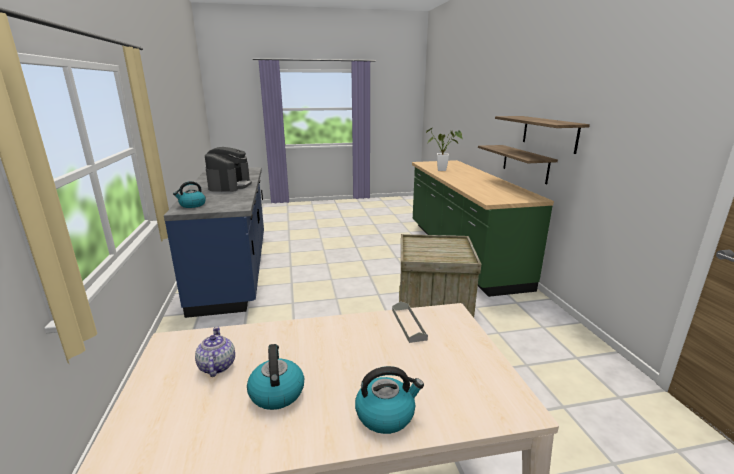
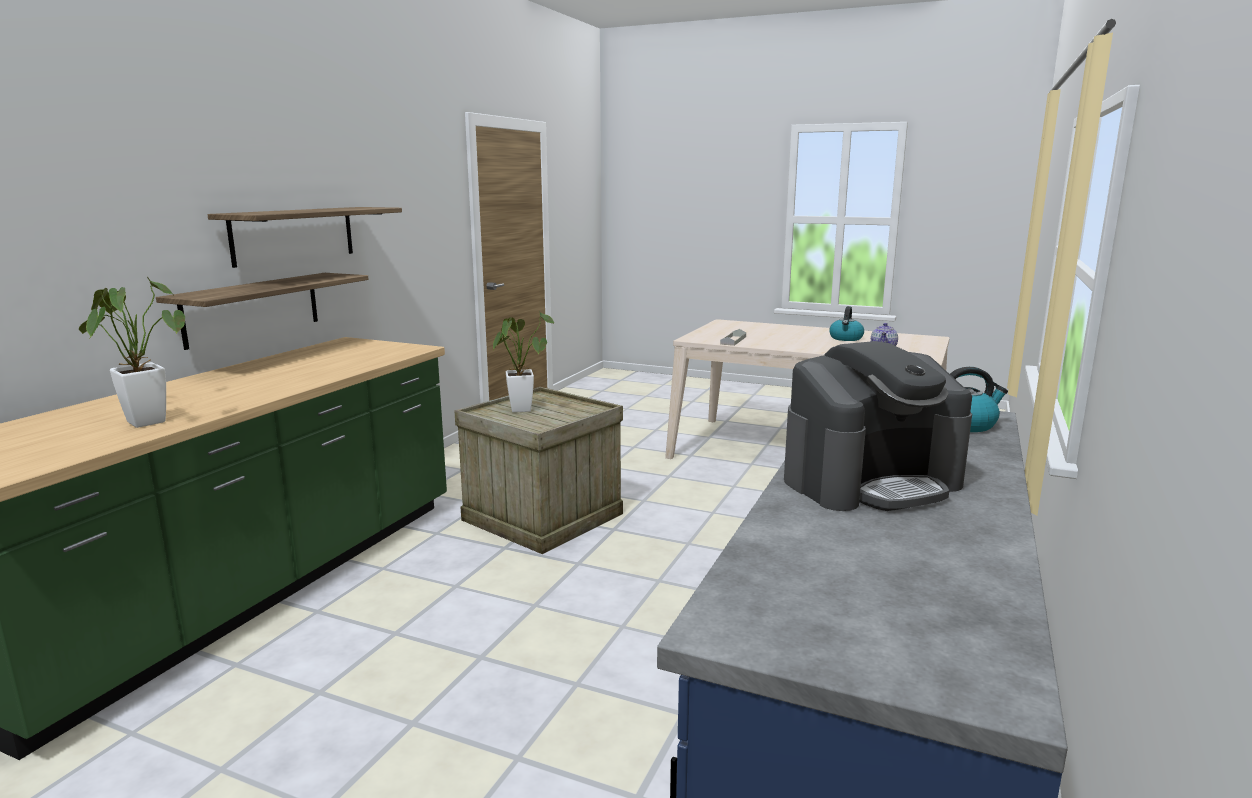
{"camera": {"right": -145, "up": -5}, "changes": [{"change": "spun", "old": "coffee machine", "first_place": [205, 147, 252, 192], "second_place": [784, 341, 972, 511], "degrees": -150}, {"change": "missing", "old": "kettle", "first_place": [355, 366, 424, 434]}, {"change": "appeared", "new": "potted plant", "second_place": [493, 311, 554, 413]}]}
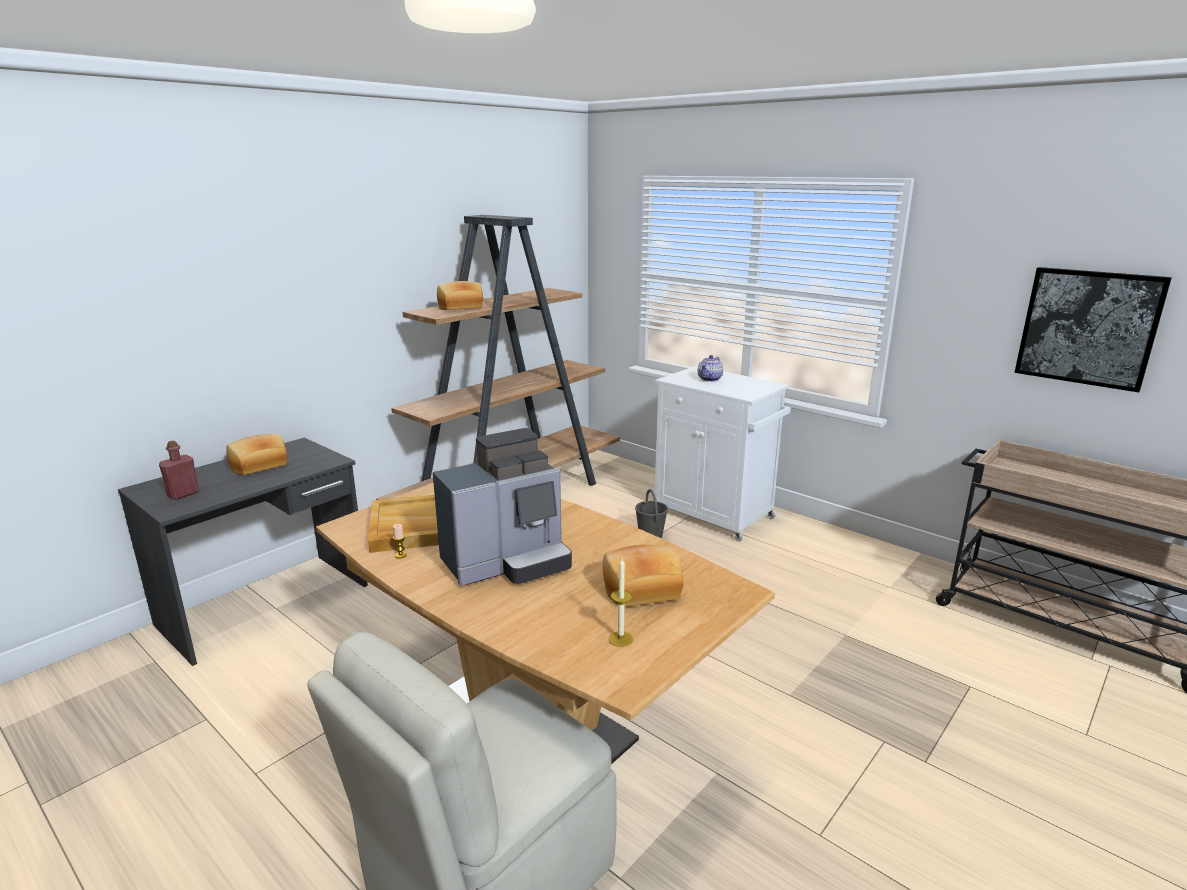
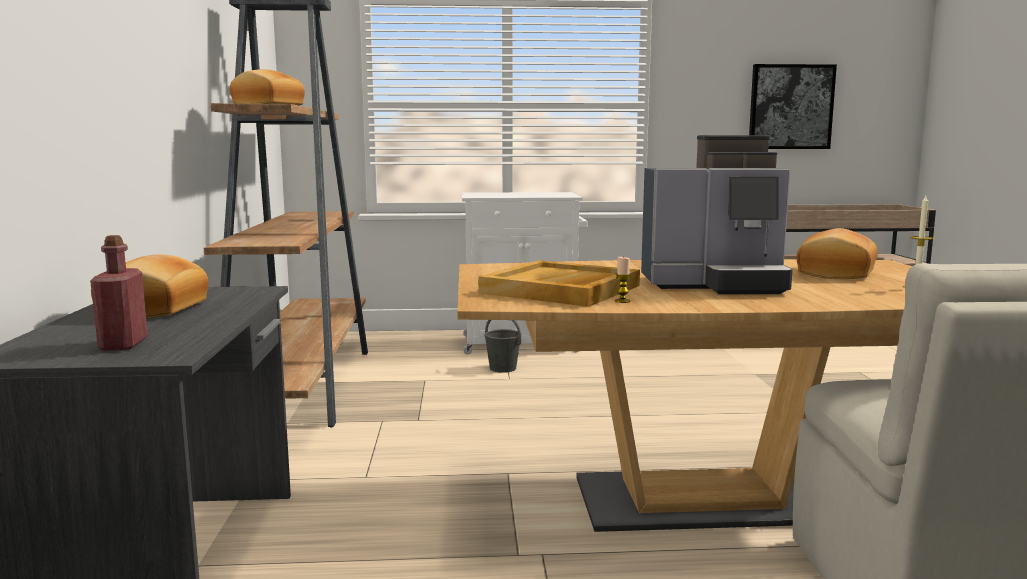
{"camera": {"right": -45, "up": -10}, "changes": [{"change": "spun", "old": "coffee machine", "first_place": [433, 428, 572, 586], "second_place": [641, 135, 793, 294], "degrees": 75}, {"change": "missing", "old": "teapot", "first_place": [698, 355, 723, 382]}]}
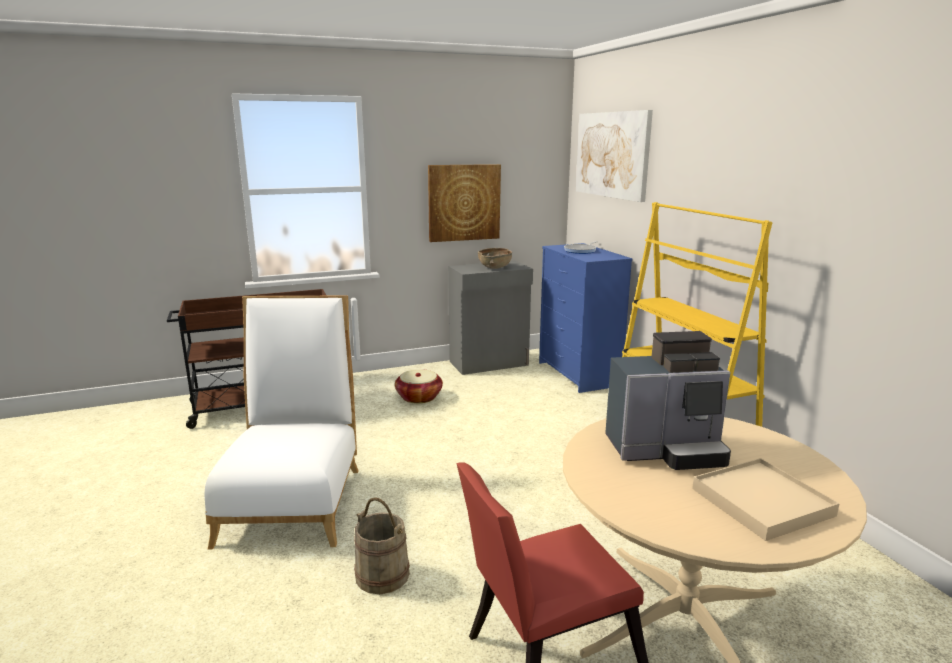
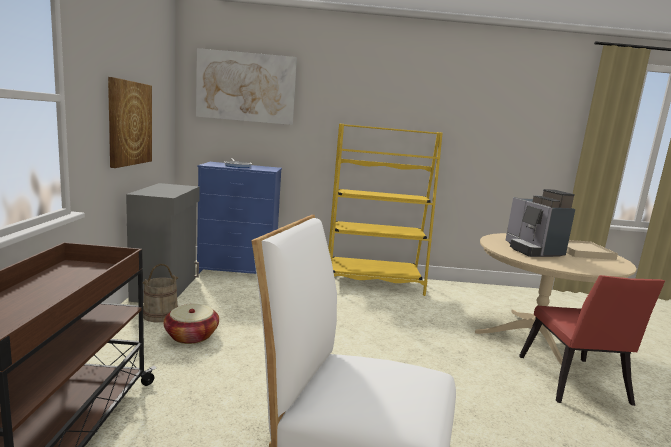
{"camera": {"right": -70, "up": -5}, "changes": [{"change": "relocated", "old": "beige bucket", "first_place": [354, 497, 410, 594], "second_place": [143, 264, 178, 322]}, {"change": "missing", "old": "brown bowl", "first_place": [478, 248, 512, 269]}, {"change": "spun", "old": "coffee machine", "first_place": [605, 331, 731, 470], "second_place": [505, 189, 575, 257], "degrees": 150}]}
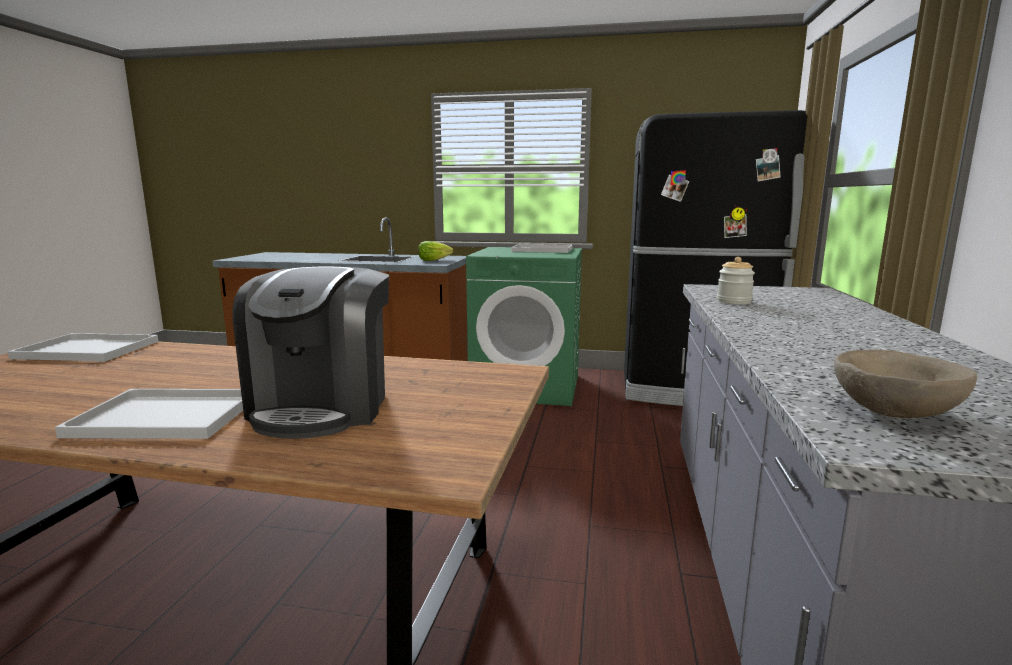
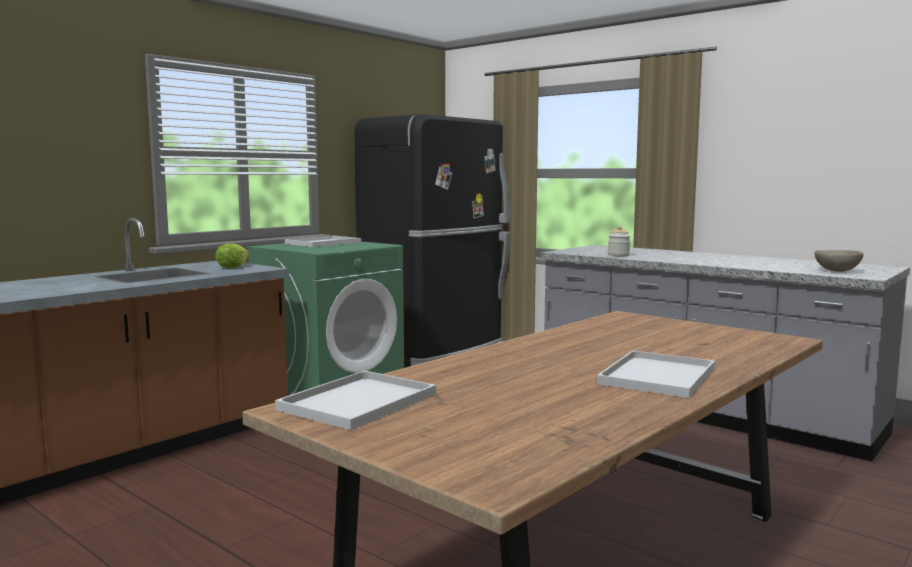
{"camera": {"right": -60, "up": -5}, "changes": [{"change": "missing", "old": "coffee machine", "first_place": [232, 267, 389, 439]}]}
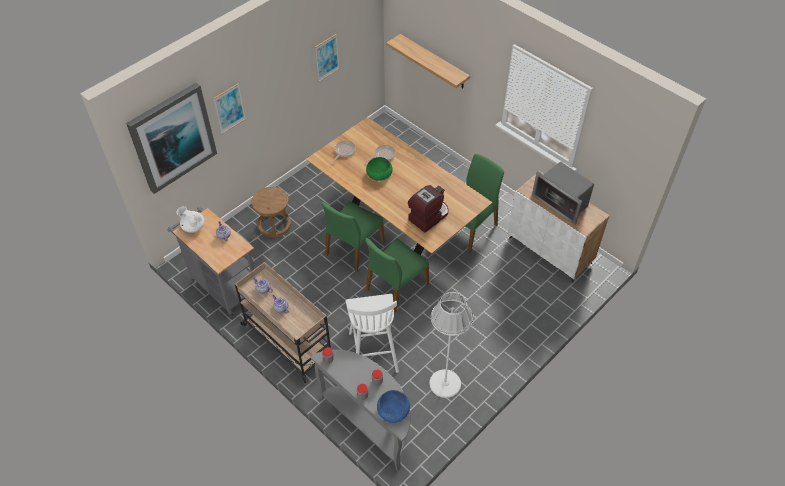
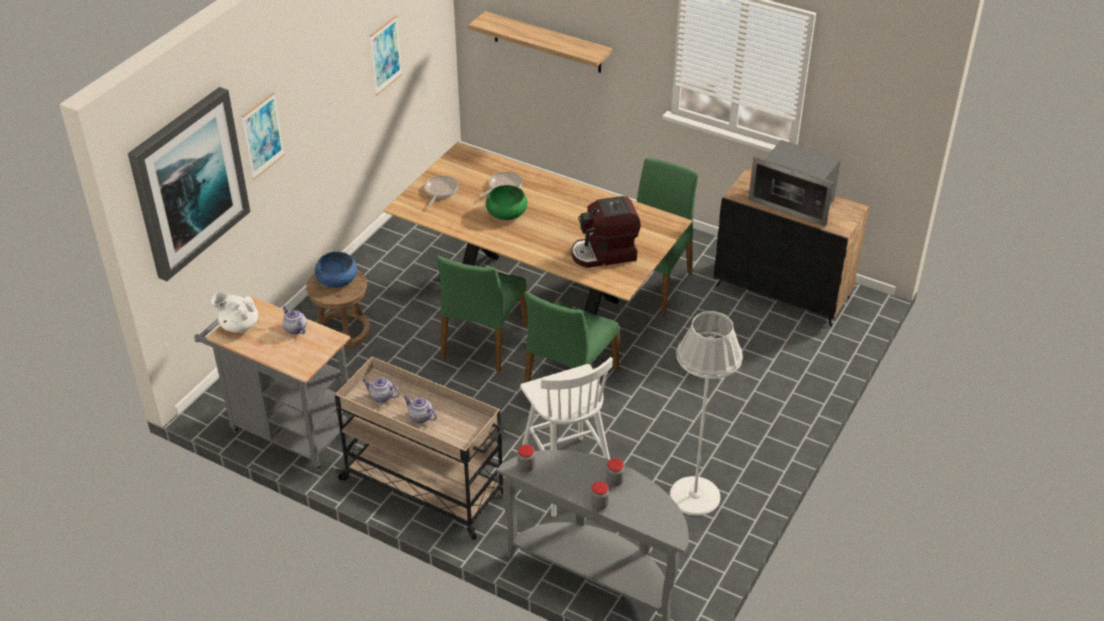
{"camera": {"right": -15, "up": -10}, "changes": [{"change": "relocated", "old": "blue bowl", "first_place": [377, 390, 410, 423], "second_place": [315, 252, 357, 288]}, {"change": "spun", "old": "coffee machine", "first_place": [408, 185, 448, 233], "second_place": [571, 196, 641, 268], "degrees": -135}, {"change": "colour", "old": "white cabinet", "new": "black cabinet", "first_place": [508, 171, 609, 282], "second_place": [714, 168, 869, 327]}]}
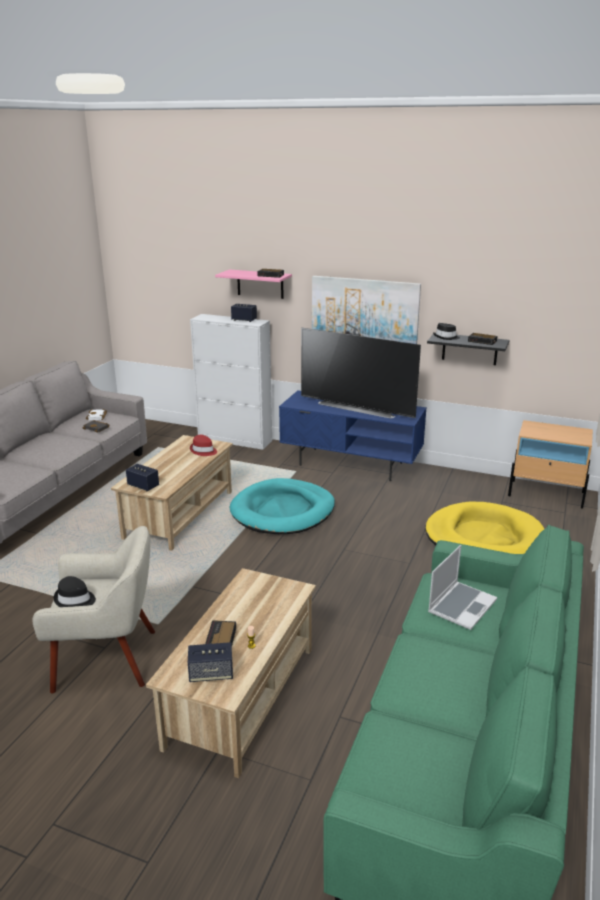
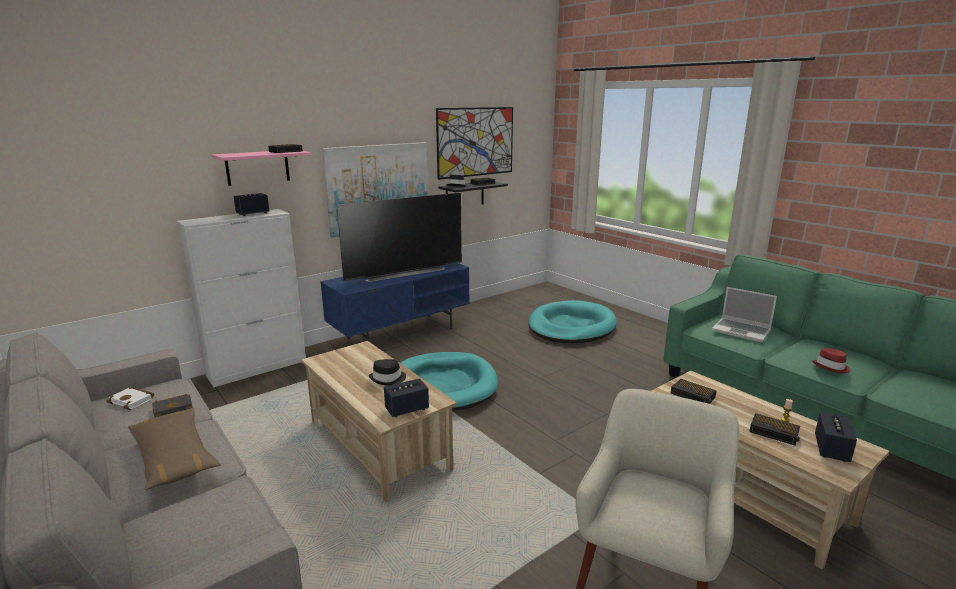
{"camera": {"right": -60, "up": -5}, "changes": [{"change": "relocated", "old": "black hat", "first_place": [54, 576, 96, 607], "second_place": [369, 359, 406, 385]}, {"change": "relocated", "old": "red hat", "first_place": [190, 435, 217, 456], "second_place": [812, 348, 850, 373]}, {"change": "colour", "old": "yellow dog bed", "new": "turquoise dog bed", "first_place": [425, 502, 544, 554], "second_place": [528, 300, 617, 343]}, {"change": "spun", "old": "laptop", "first_place": [428, 545, 497, 630], "second_place": [712, 287, 777, 342], "degrees": 150}, {"change": "missing", "old": "beige nightstand", "first_place": [508, 420, 593, 509]}, {"change": "appeared", "new": "brown pillow", "second_place": [128, 407, 221, 490]}, {"change": "appeared", "new": "picture", "second_place": [436, 107, 513, 180]}, {"change": "appeared", "new": "alarm clock", "second_place": [671, 379, 716, 404]}]}
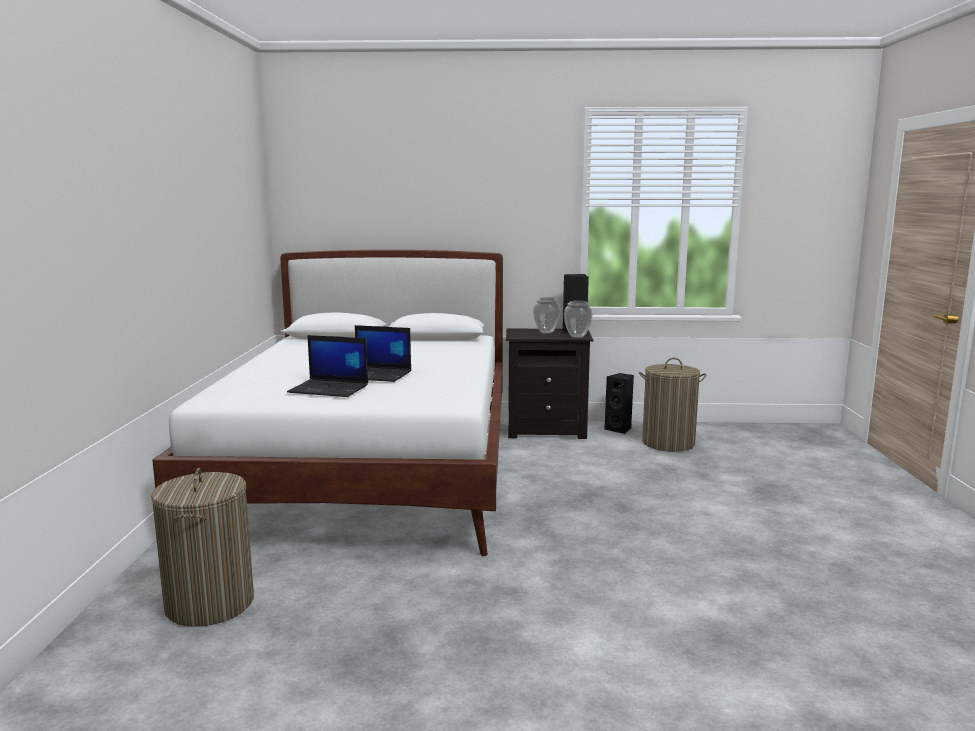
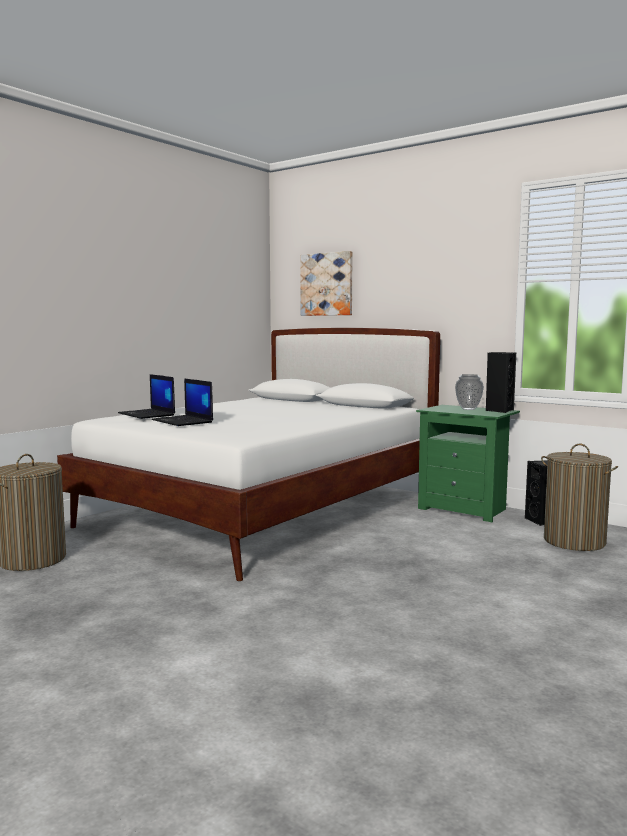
{"camera": {"right": 35, "up": -5}, "changes": [{"change": "relocated", "old": "laptop", "first_place": [355, 325, 411, 382], "second_place": [118, 374, 175, 419]}, {"change": "colour", "old": "black nightstand", "new": "green nightstand", "first_place": [506, 329, 593, 439], "second_place": [416, 405, 520, 522]}, {"change": "missing", "old": "vase", "first_place": [564, 300, 592, 338]}, {"change": "appeared", "new": "picture", "second_place": [300, 251, 353, 316]}]}
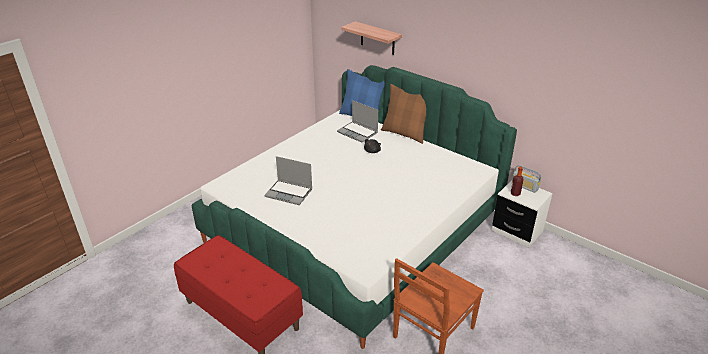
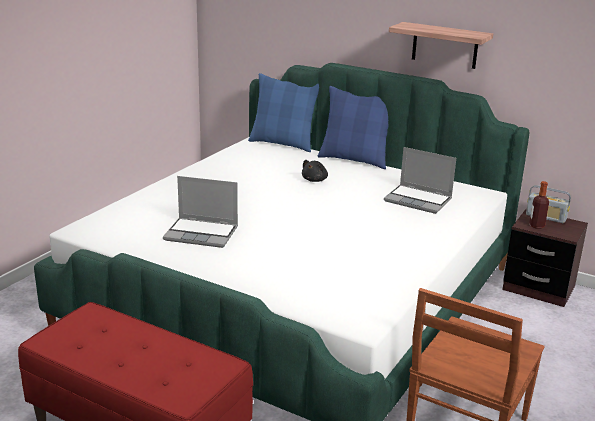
{"camera": {"right": -10, "up": -10}, "changes": [{"change": "relocated", "old": "laptop", "first_place": [337, 100, 378, 142], "second_place": [384, 147, 456, 214]}, {"change": "relocated", "old": "shelf", "first_place": [341, 21, 402, 55], "second_place": [389, 22, 493, 69]}, {"change": "colour", "old": "brown pillow", "new": "blue pillow", "first_place": [381, 84, 426, 144], "second_place": [318, 86, 389, 169]}, {"change": "colour", "old": "white nightstand", "new": "brown nightstand", "first_place": [492, 180, 553, 247], "second_place": [502, 209, 588, 307]}]}
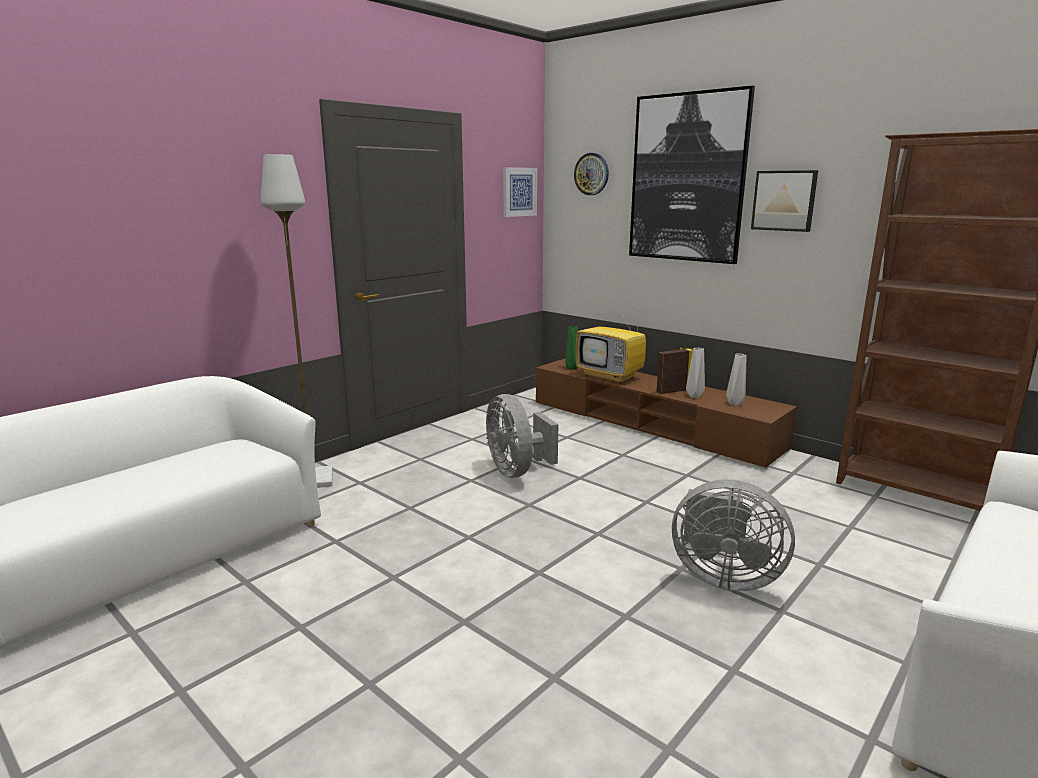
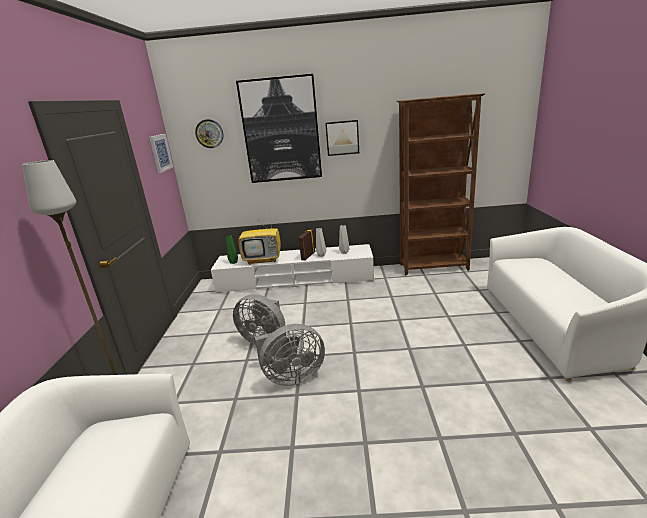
{"camera": {"right": -40, "up": 5}, "changes": [{"change": "colour", "old": "brown tv stand", "new": "white tv stand", "first_place": [536, 358, 797, 469], "second_place": [211, 244, 374, 293]}, {"change": "relocated", "old": "grey fan", "first_place": [672, 479, 795, 591], "second_place": [255, 324, 325, 386]}]}
